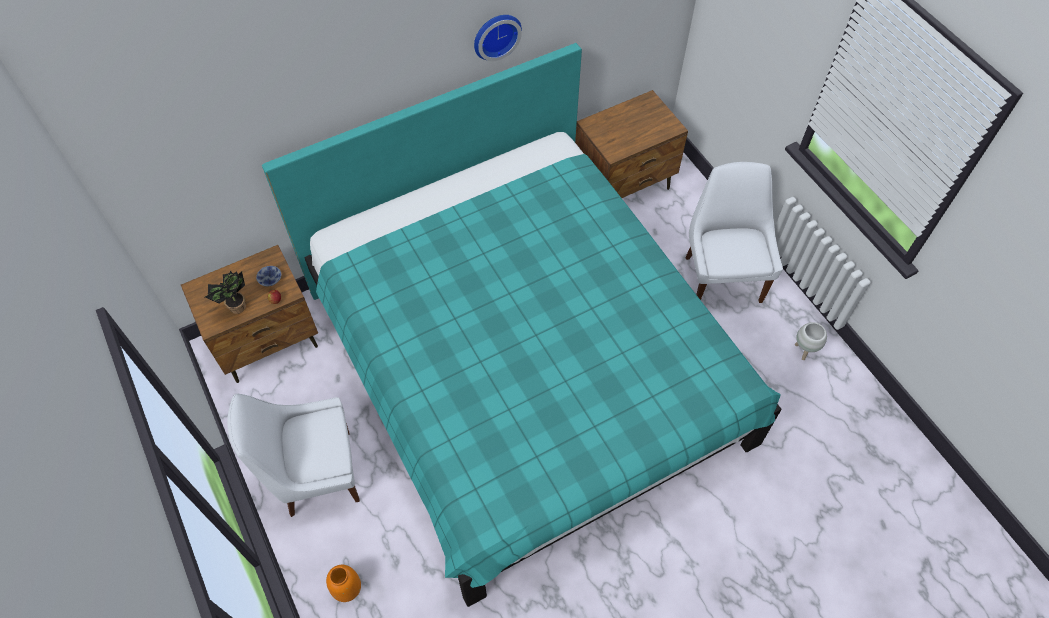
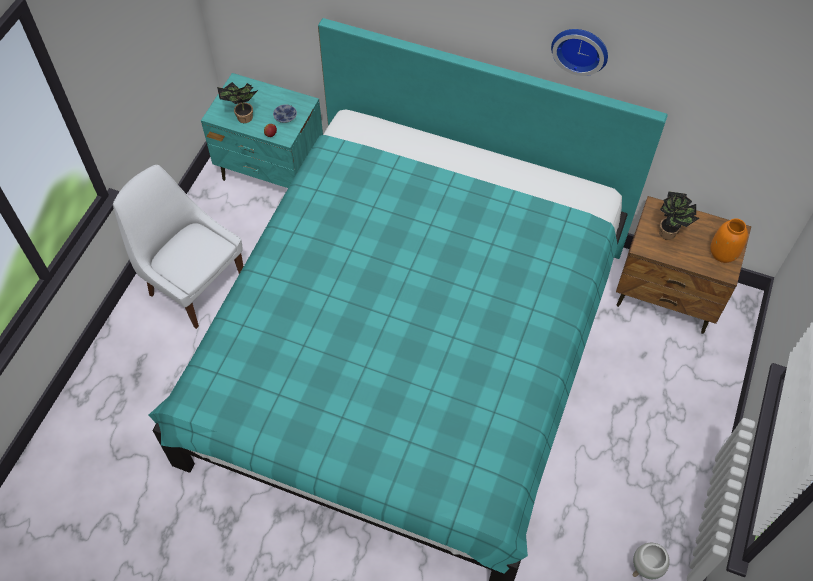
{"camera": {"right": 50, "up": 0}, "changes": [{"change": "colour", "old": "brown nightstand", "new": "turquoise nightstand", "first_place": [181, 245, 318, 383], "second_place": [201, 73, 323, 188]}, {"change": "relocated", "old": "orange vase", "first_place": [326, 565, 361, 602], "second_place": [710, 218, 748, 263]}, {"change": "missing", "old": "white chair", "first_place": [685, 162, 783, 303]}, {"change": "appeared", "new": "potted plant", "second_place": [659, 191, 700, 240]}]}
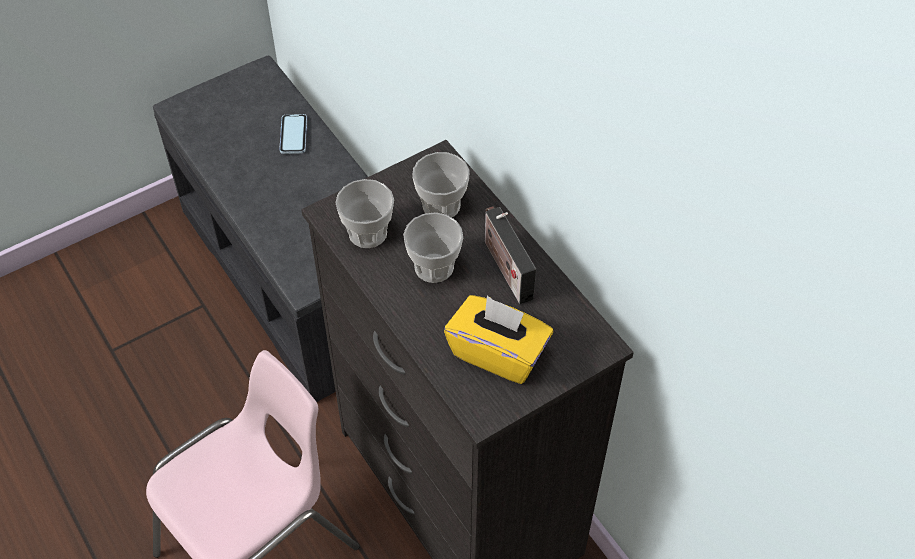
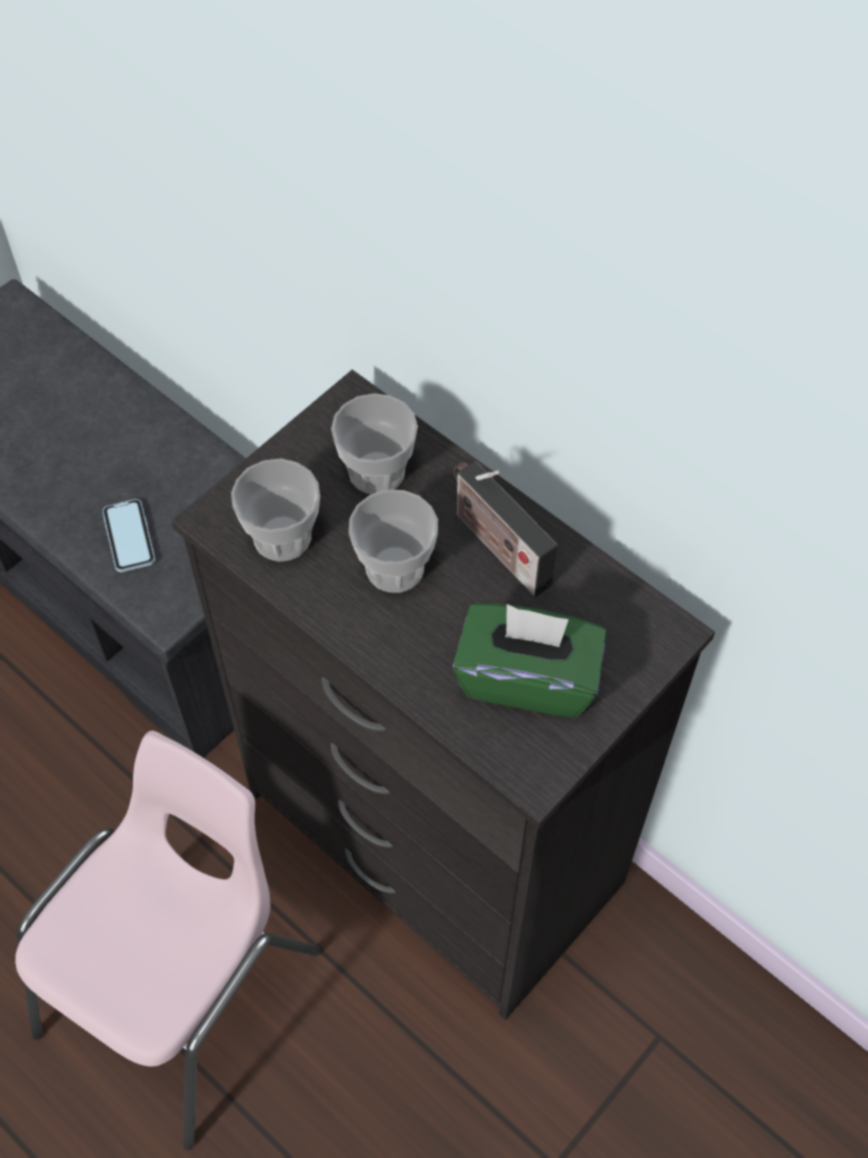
{"camera": {"right": -15, "up": 5}, "changes": [{"change": "relocated", "old": "phone", "first_place": [279, 114, 307, 154], "second_place": [102, 499, 155, 572]}, {"change": "colour", "old": "yellow tissue box", "new": "green tissue box", "first_place": [444, 295, 553, 384], "second_place": [452, 603, 607, 718]}]}
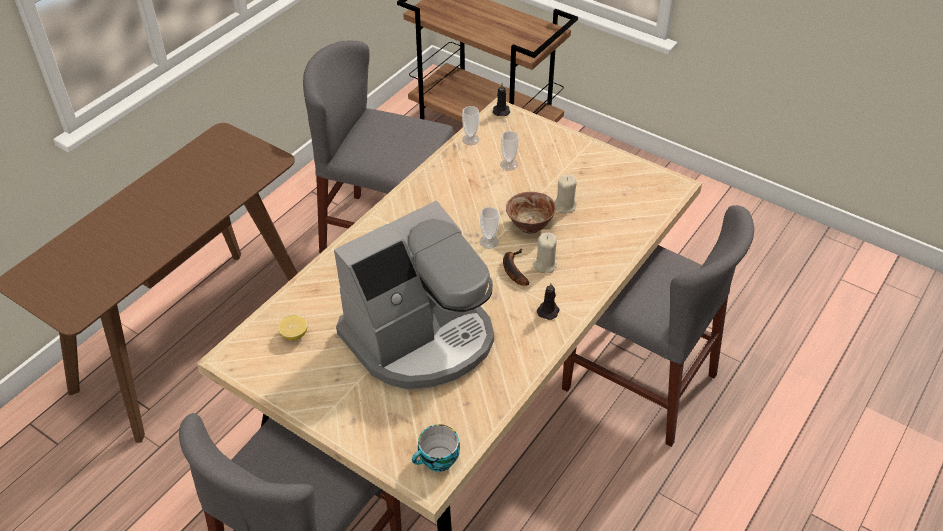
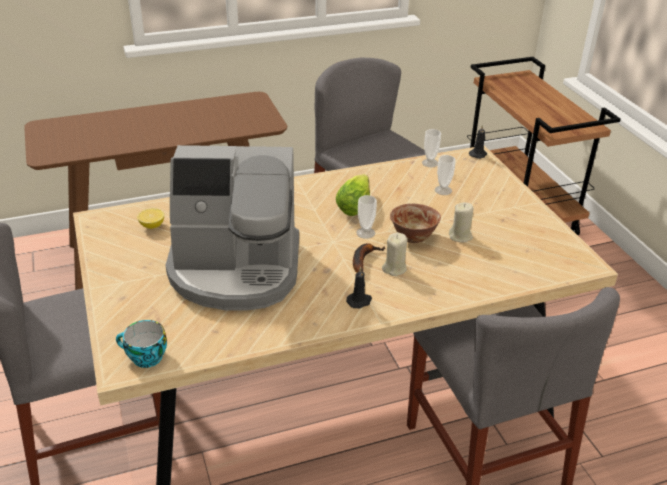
{"camera": {"right": 35, "up": -10}, "changes": [{"change": "appeared", "new": "lettuce", "second_place": [336, 174, 370, 216]}]}
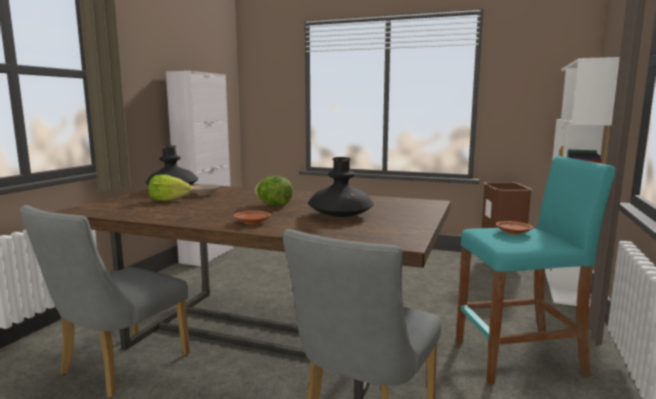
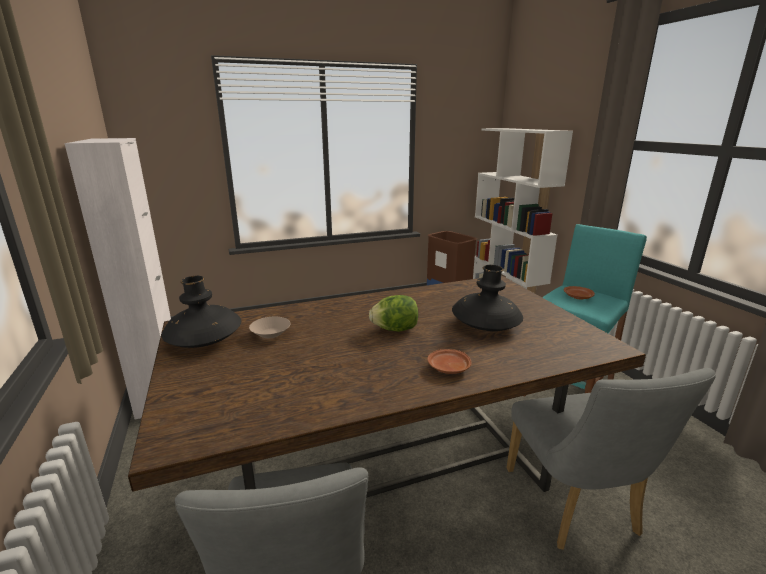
{"camera": {"right": -40, "up": 10}, "changes": [{"change": "missing", "old": "lettuce", "first_place": [148, 175, 192, 201]}]}
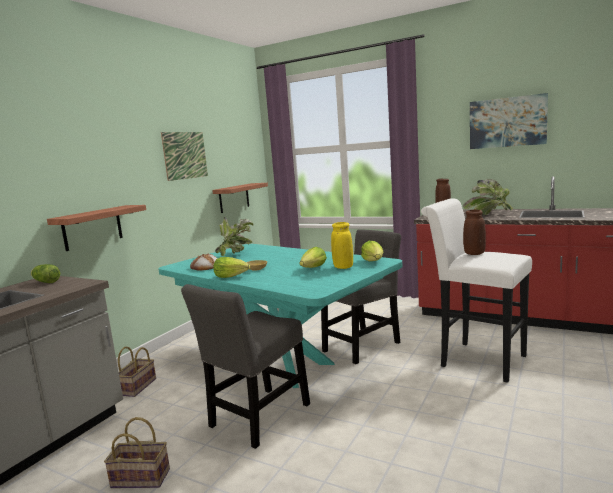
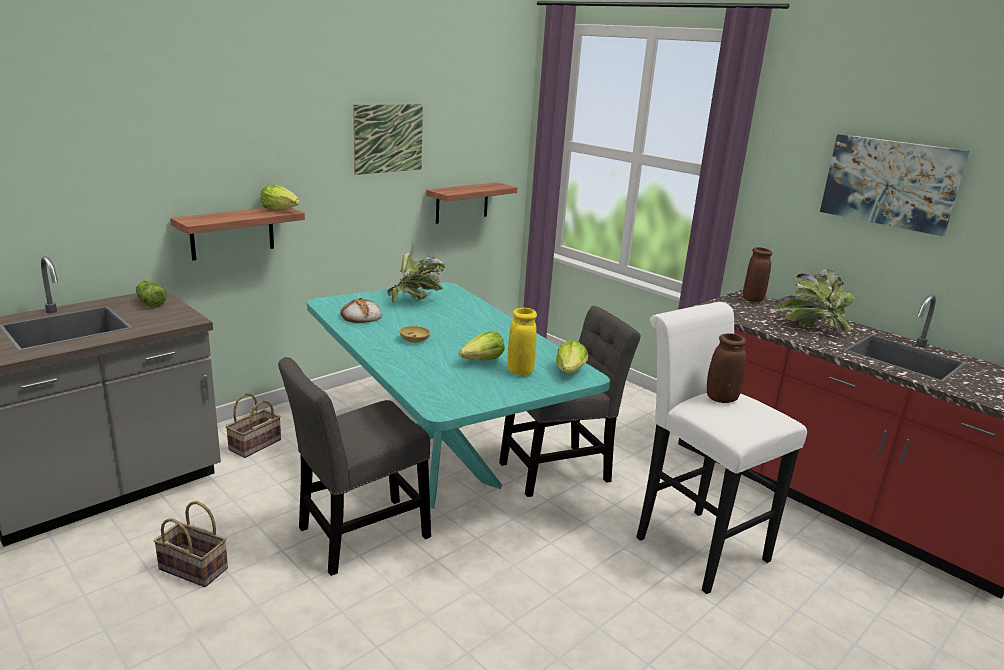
{"camera": {"right": 15, "up": 10}, "changes": [{"change": "relocated", "old": "lettuce", "first_place": [214, 257, 250, 278], "second_place": [260, 184, 300, 210]}]}
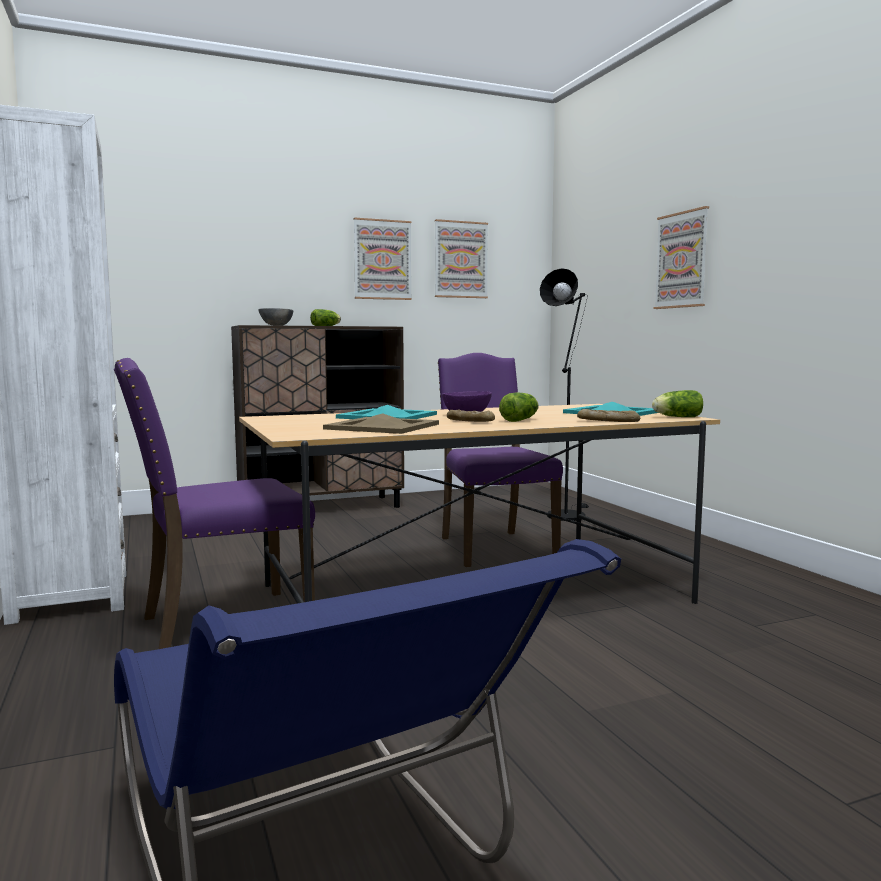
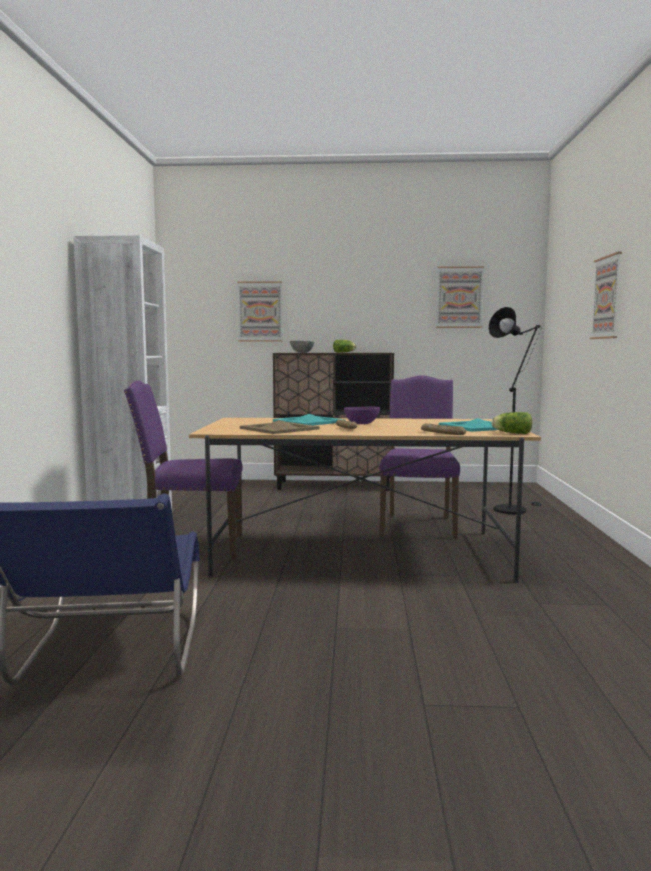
{"camera": {"right": 25, "up": 0}, "changes": [{"change": "relocated", "old": "picture", "first_place": [354, 218, 412, 300], "second_place": [237, 281, 283, 342]}, {"change": "missing", "old": "lettuce", "first_place": [499, 392, 539, 422]}]}
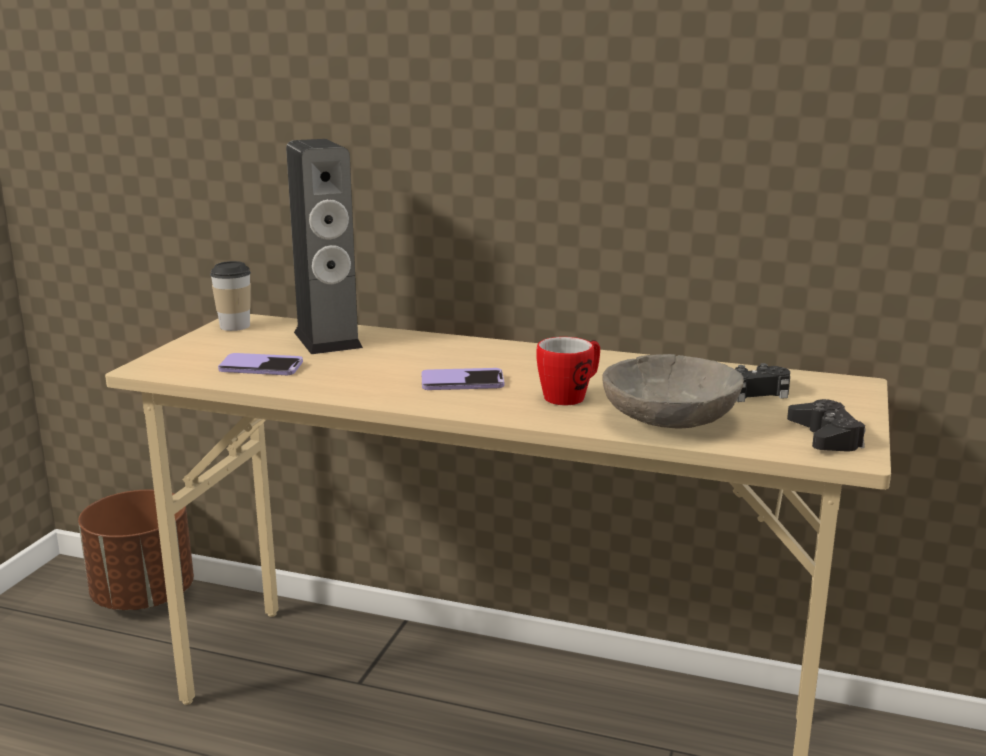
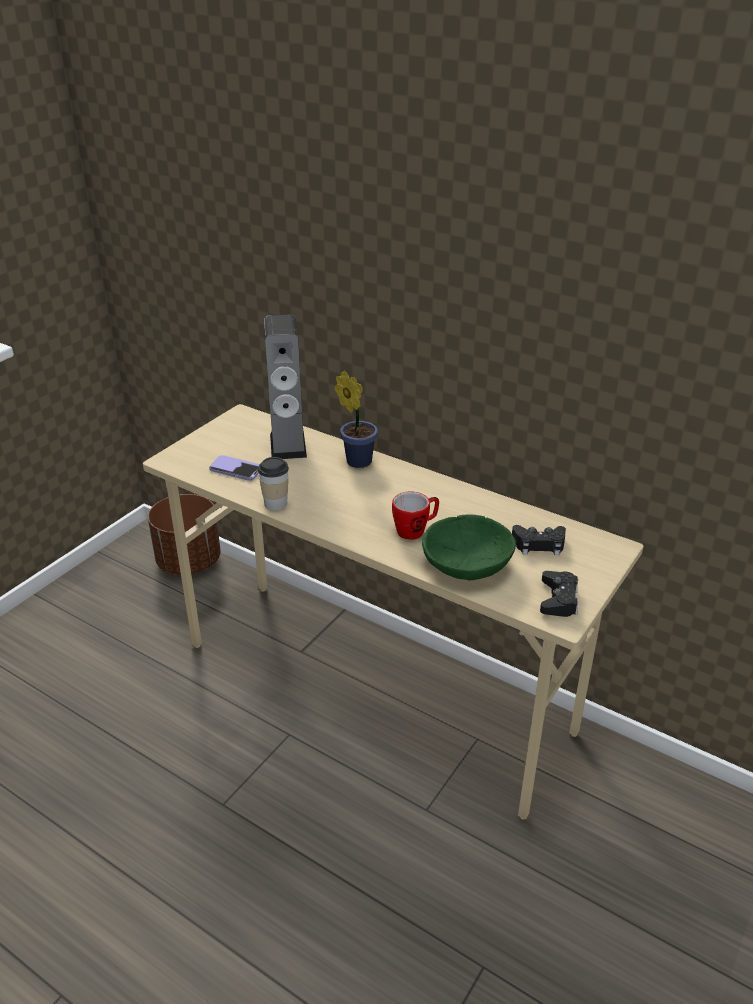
{"camera": {"right": 15, "up": 15}, "changes": [{"change": "relocated", "old": "cup", "first_place": [210, 261, 251, 331], "second_place": [258, 457, 289, 511]}, {"change": "missing", "old": "phone", "first_place": [421, 368, 504, 390]}, {"change": "colour", "old": "grey bowl", "new": "green bowl", "first_place": [602, 354, 744, 429], "second_place": [422, 514, 516, 581]}, {"change": "appeared", "new": "potted plant", "second_place": [334, 371, 378, 468]}]}
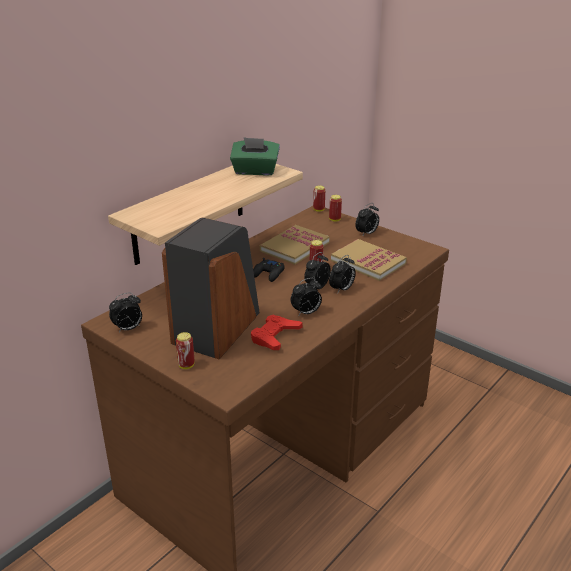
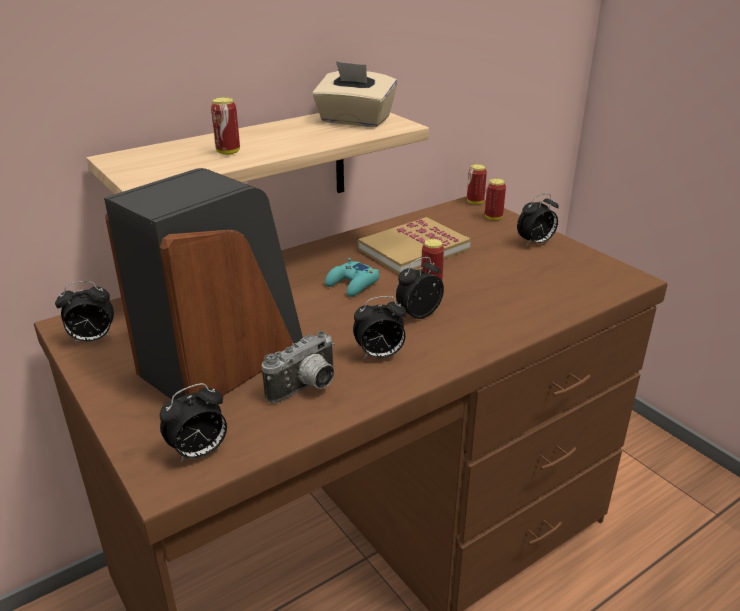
{"camera": {"right": 15, "up": 0}, "changes": [{"change": "relocated", "old": "can", "first_place": [176, 332, 195, 369], "second_place": [211, 97, 240, 155]}, {"change": "colour", "old": "green tissue box", "new": "beige tissue box", "first_place": [230, 137, 280, 175], "second_place": [312, 61, 397, 127]}, {"change": "exchanged", "old": "red game controller", "new": "photo camera", "first_place": [251, 315, 303, 350], "second_place": [262, 331, 335, 403]}, {"change": "colour", "old": "black game controller", "new": "turquoise game controller", "first_place": [253, 258, 285, 282], "second_place": [325, 258, 379, 297]}, {"change": "relocated", "old": "alarm clock", "first_place": [329, 255, 356, 294], "second_place": [160, 383, 227, 463]}, {"change": "missing", "old": "book", "first_place": [331, 239, 407, 281]}]}
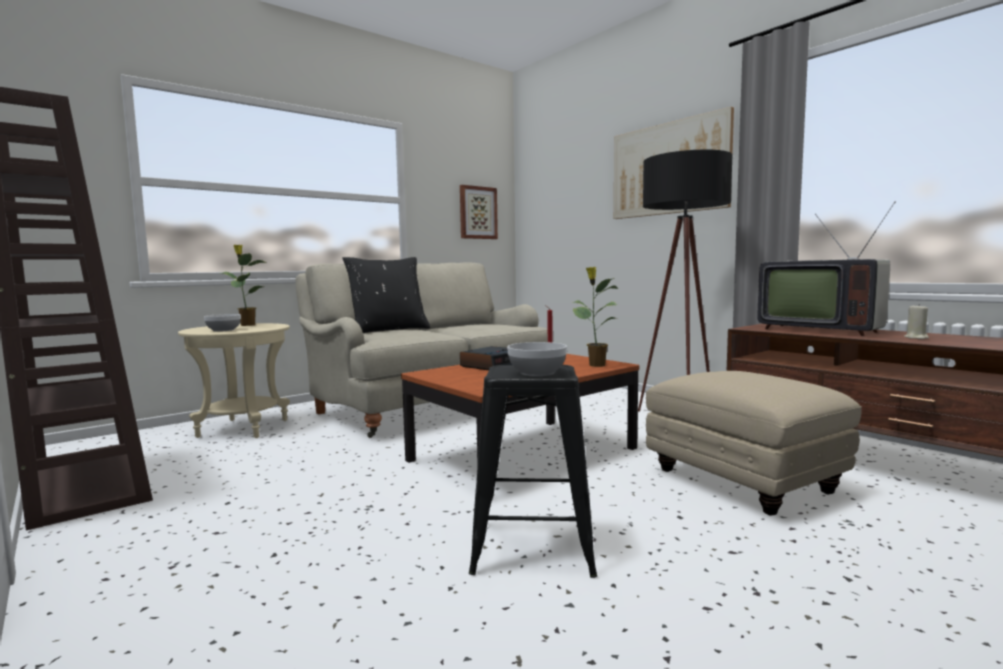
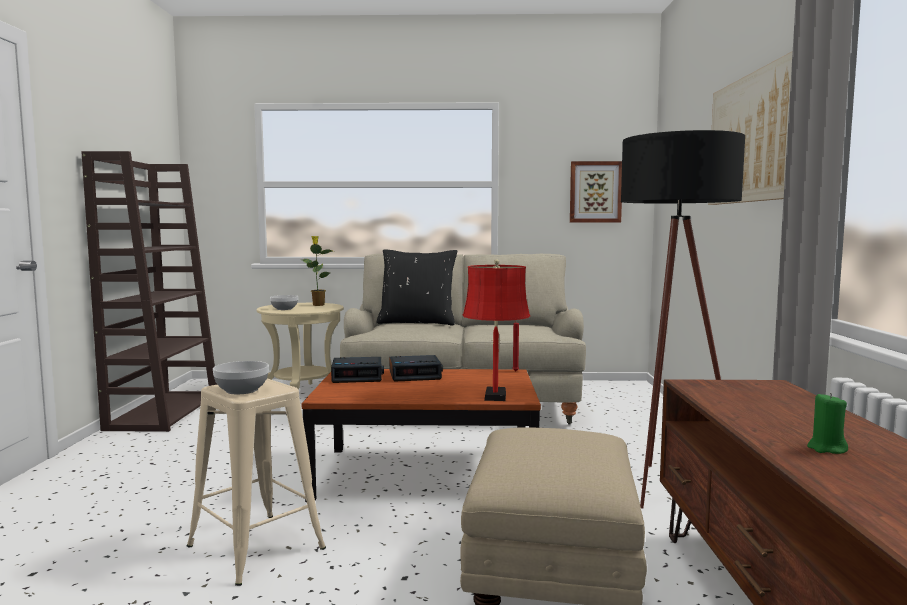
{"camera": {"right": 40, "up": 0}, "changes": [{"change": "colour", "old": "black stool", "new": "beige stool", "first_place": [469, 365, 597, 578], "second_place": [187, 378, 326, 586]}, {"change": "exchanged", "old": "potted plant", "new": "red table lamp", "first_place": [572, 267, 619, 367], "second_place": [463, 259, 530, 401]}, {"change": "missing", "old": "television", "first_place": [758, 202, 895, 336]}, {"change": "colour", "old": "beige candle", "new": "green candle", "first_place": [904, 304, 929, 339], "second_place": [807, 393, 848, 454]}, {"change": "appeared", "new": "alarm clock", "second_place": [331, 357, 384, 383]}]}
